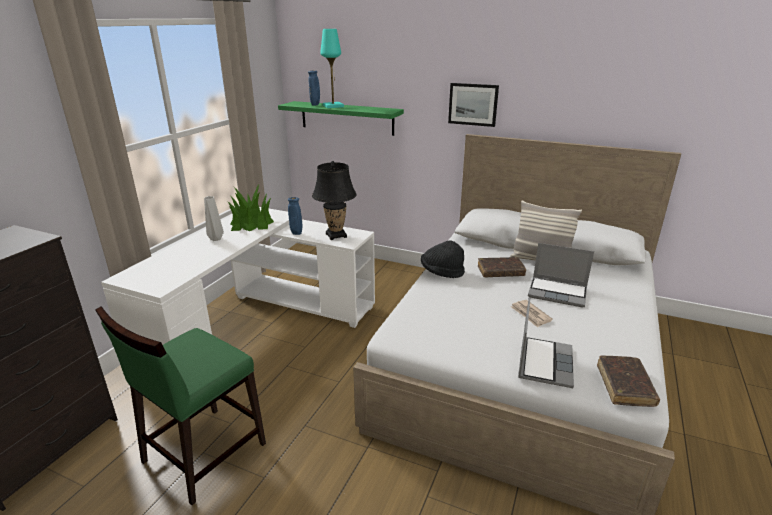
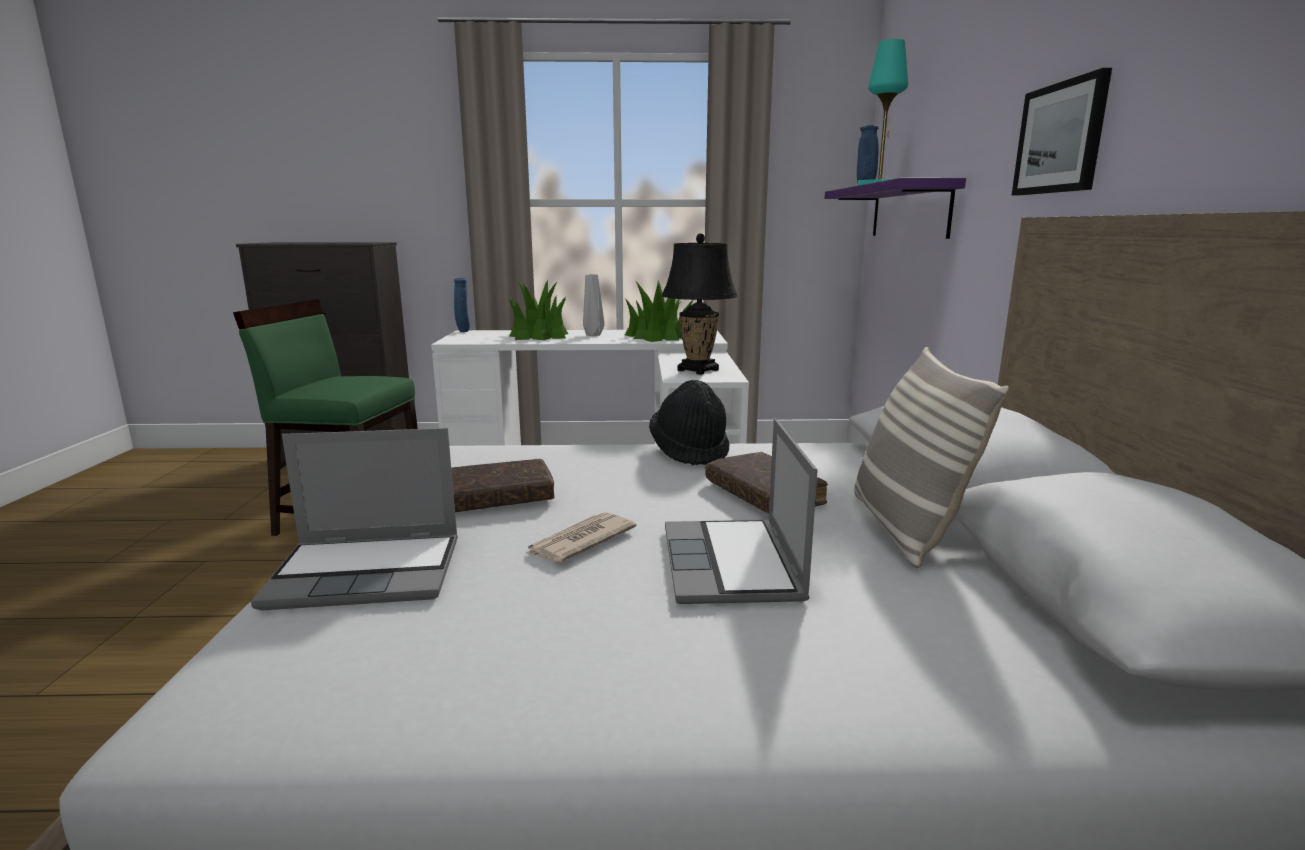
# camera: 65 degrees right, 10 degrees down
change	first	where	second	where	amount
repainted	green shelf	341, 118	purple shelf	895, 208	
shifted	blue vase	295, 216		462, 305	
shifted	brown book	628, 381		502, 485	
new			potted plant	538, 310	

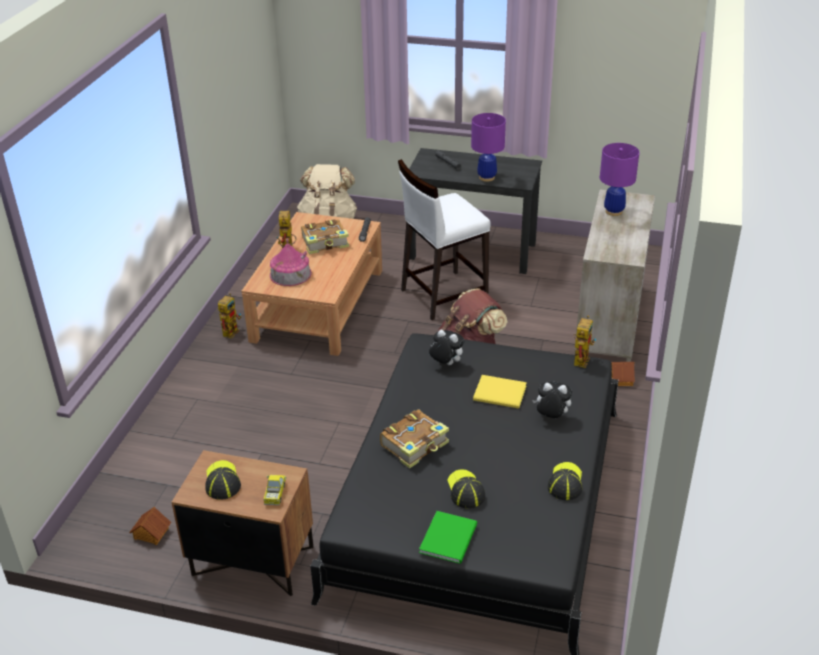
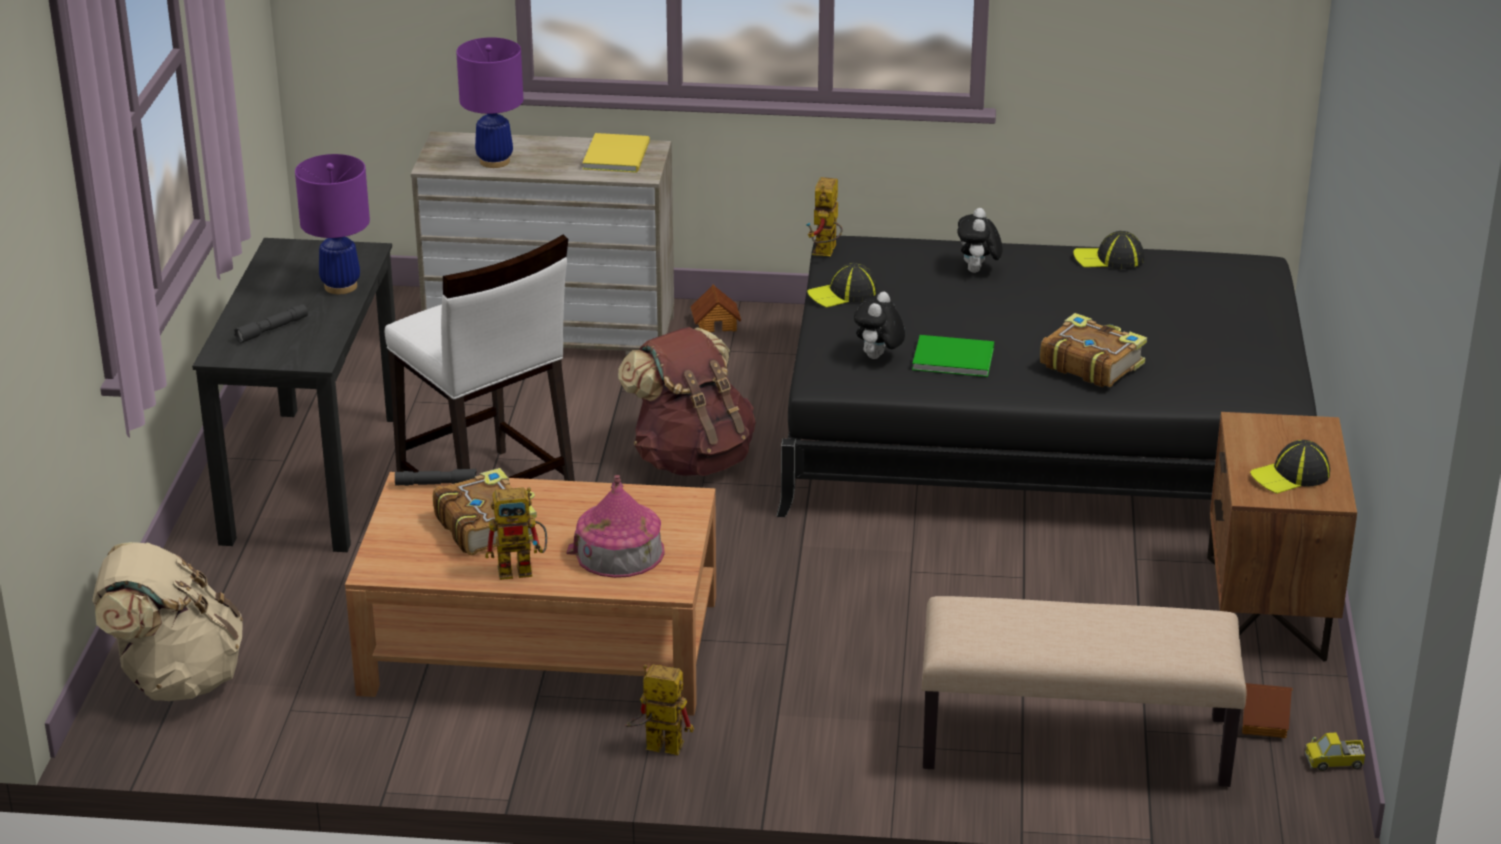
# camera: 100 degrees left, 5 degrees down
change	first	where	second	where	amount
shifted	toy truck	274, 490		1335, 752	
shifted	green book	448, 537		953, 356	
shifted	cap	466, 489		842, 285	
shifted	yellow book	500, 392		616, 153	
rotated	toy robot	584, 341		824, 216	90 degrees counterclockwise
new			beige bench	1084, 691	

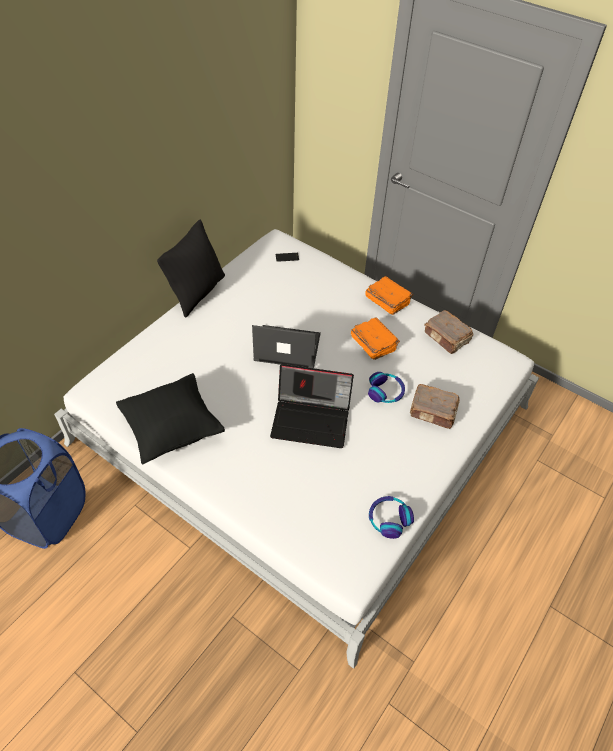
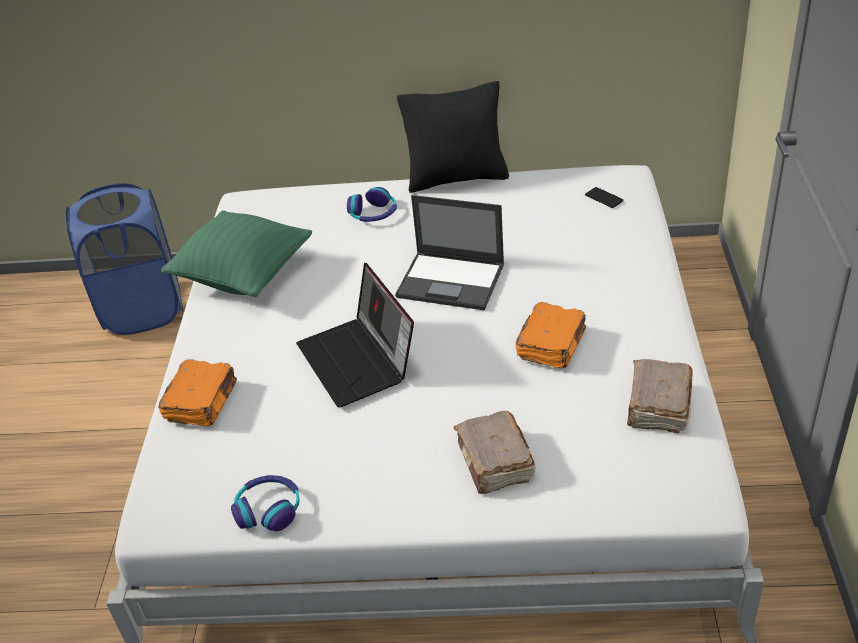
# camera: 60 degrees right, 10 degrees down
change	first	where	second	where	amount
repainted	black pillow	170, 418	green pillow	236, 253	
rotated	laptop	286, 346		449, 252	135 degrees clockwise
shifted	orange book	389, 295		197, 393	
shifted	headphones	386, 387		372, 204	

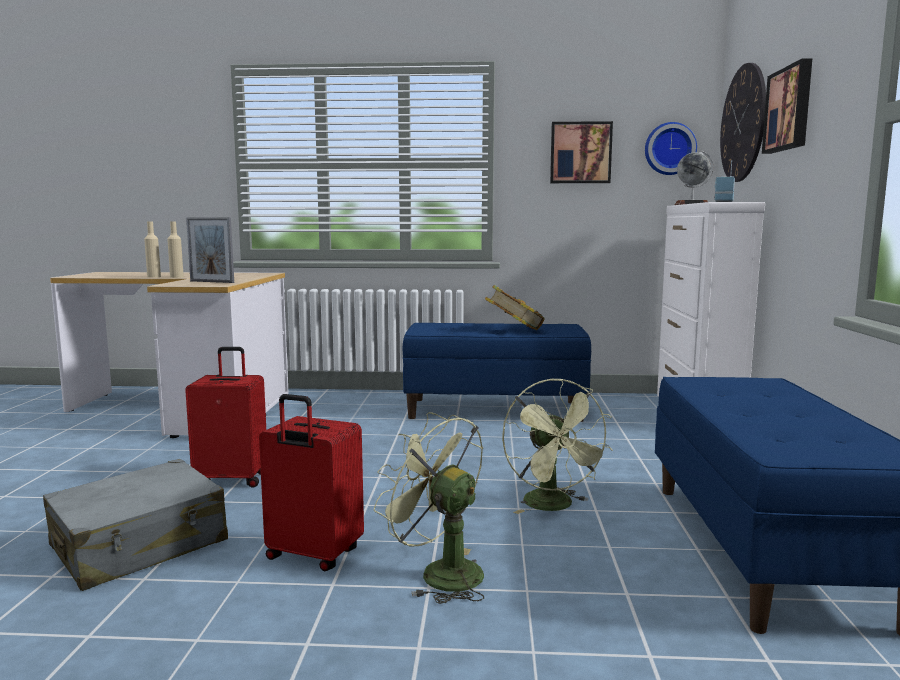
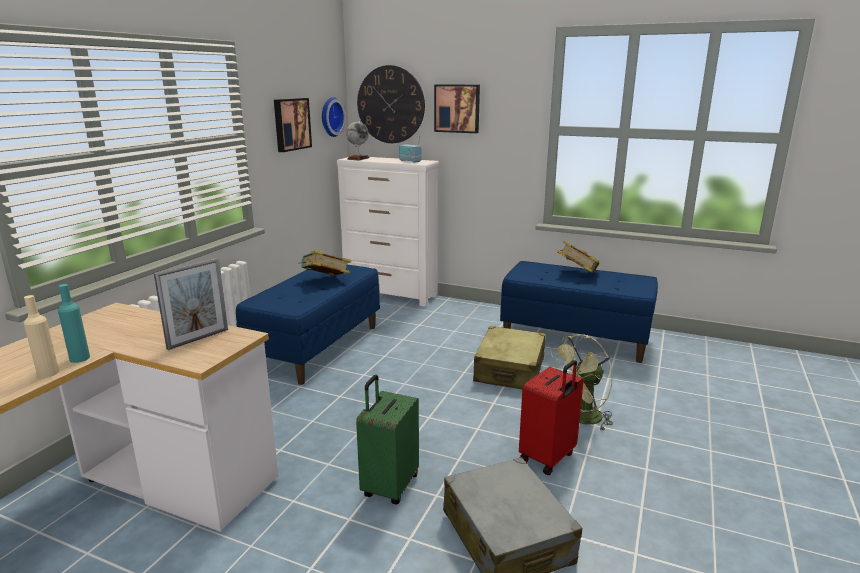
# camera: 70 degrees left, 10 degrees up
change	first	where	second	where	amount
repainted	beige bottle	175, 249	turquoise bottle	74, 323	
repainted	red suitcase	225, 417	green suitcase	387, 439	
swapped	green fan	557, 446	beige suitcase	509, 357	
new			book	578, 257	

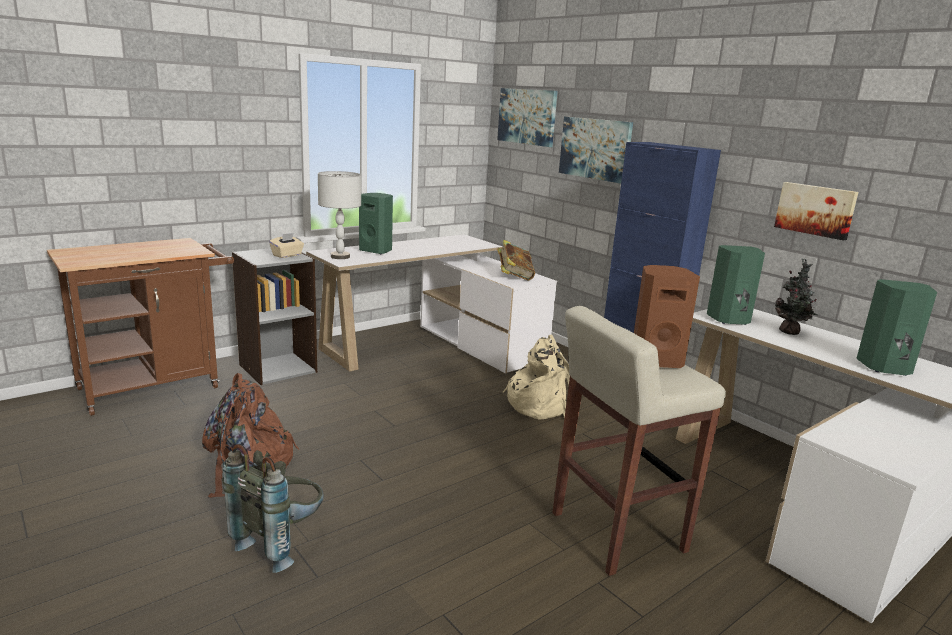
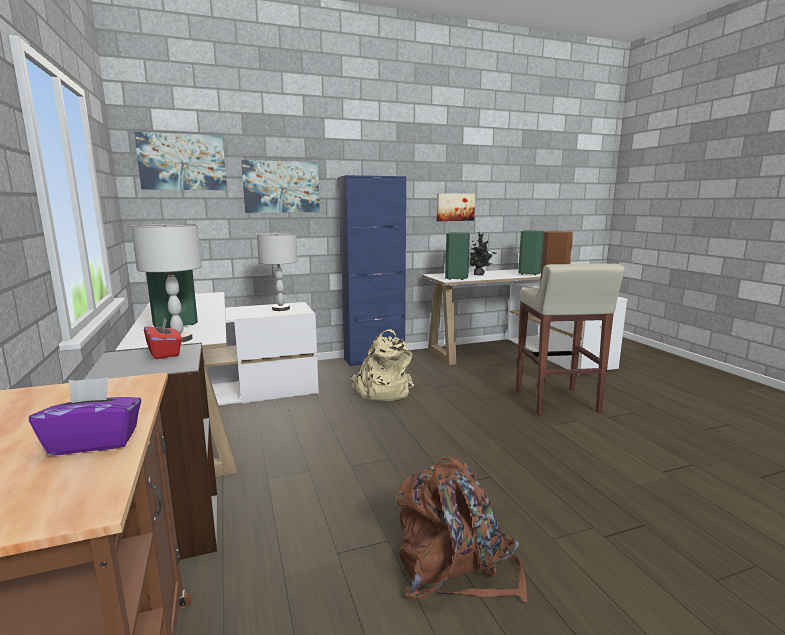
# camera: 70 degrees left, 5 degrees down
change	first	where	second	where	amount
gone	grey backpack	273, 508			
repainted	beige tissue box	286, 245	red tissue box	163, 338	
swapped	book	516, 260	grey table lamp	277, 272	
new			purple tissue box	85, 416	

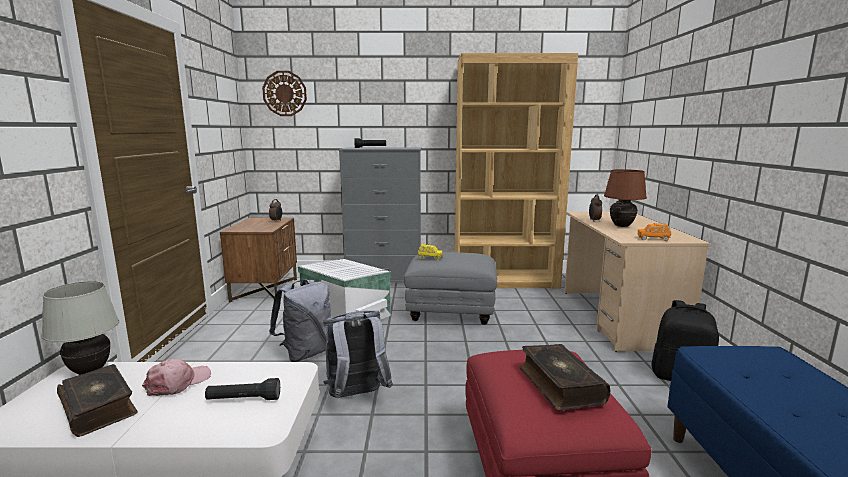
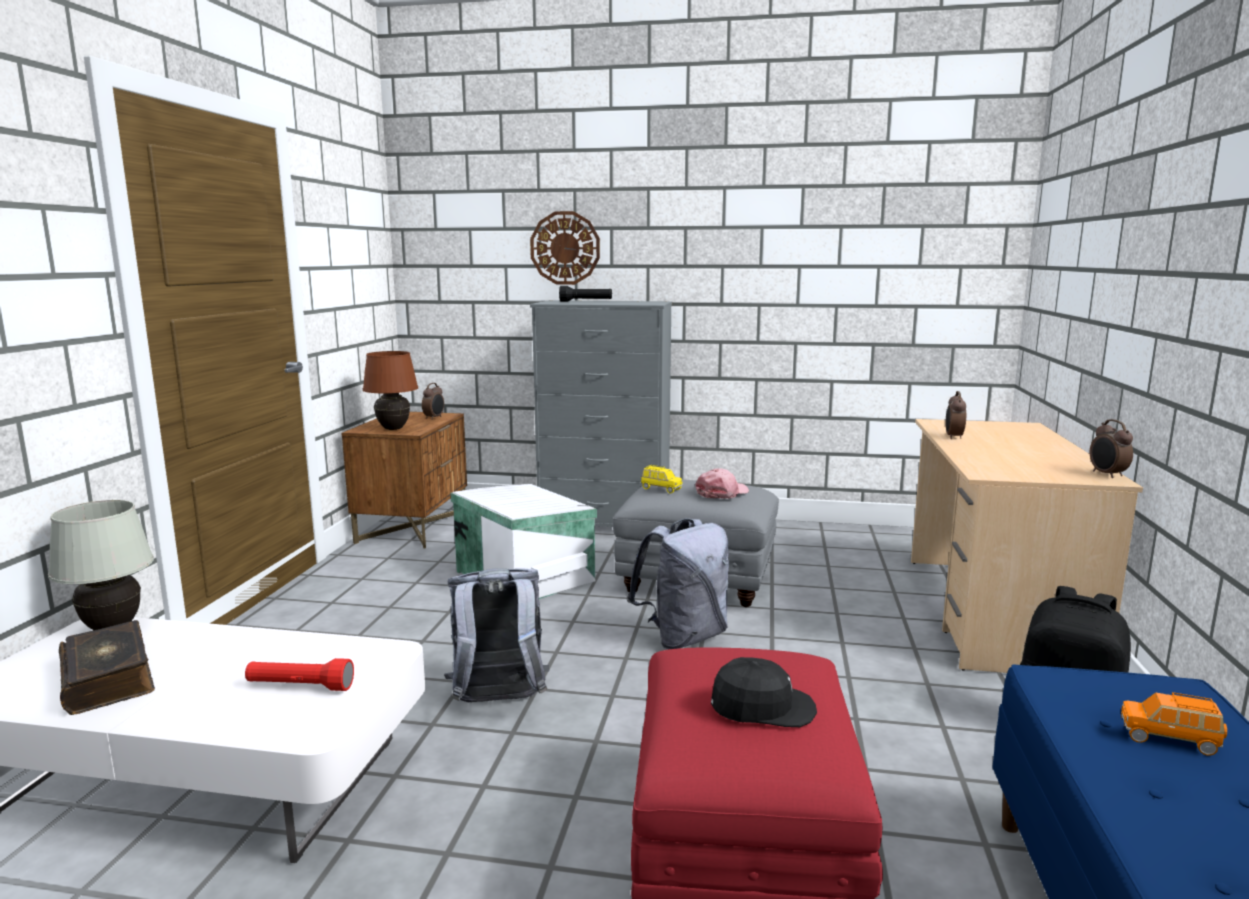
# camera: 10 degrees right, 0 degrees up
change	first	where	second	where	amount
shifted	pink cap	176, 377		722, 483	
repainted	black flashlight	242, 389	red flashlight	299, 674	
shifted	wall clock	284, 93		565, 248	
shifted	grey backpack	300, 320		678, 583	
gone	brown bookcase	516, 171			
swapped	book	565, 377	black cap	764, 692	
shifted	brown table lamp	625, 198		390, 390	
shifted	orange toy car	654, 232		1174, 724	
new			alarm clock	1111, 448	

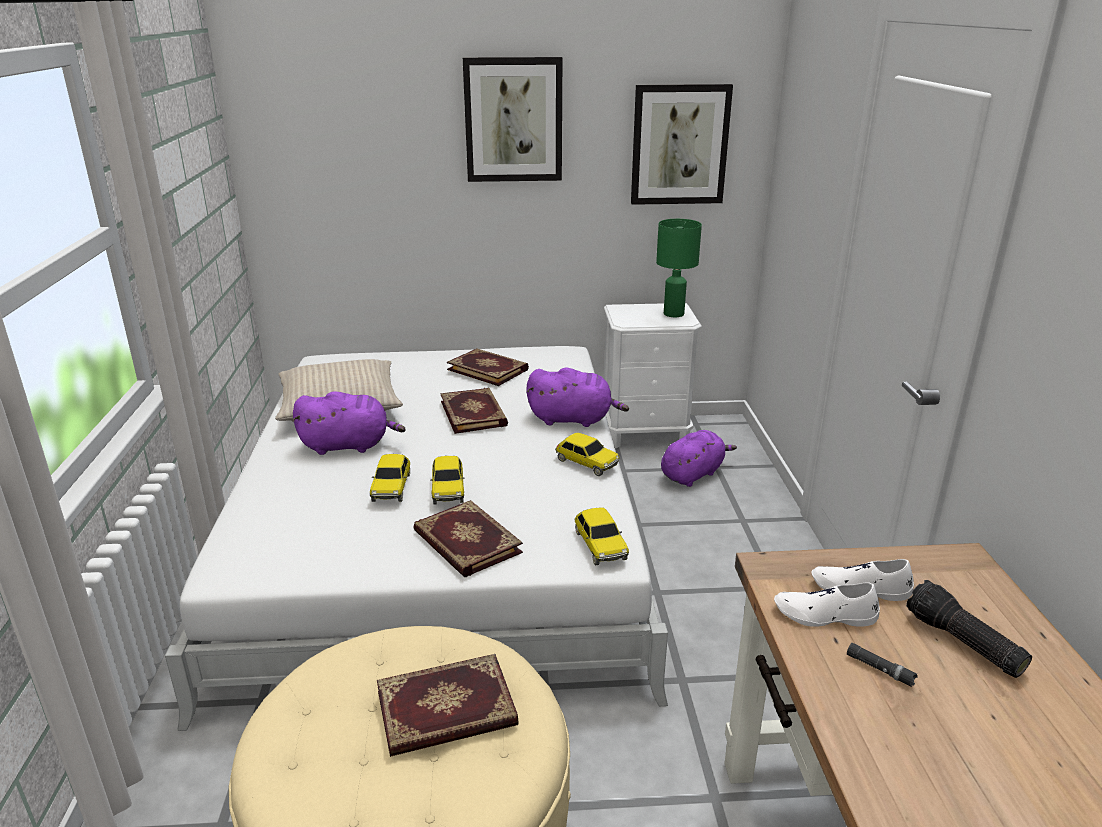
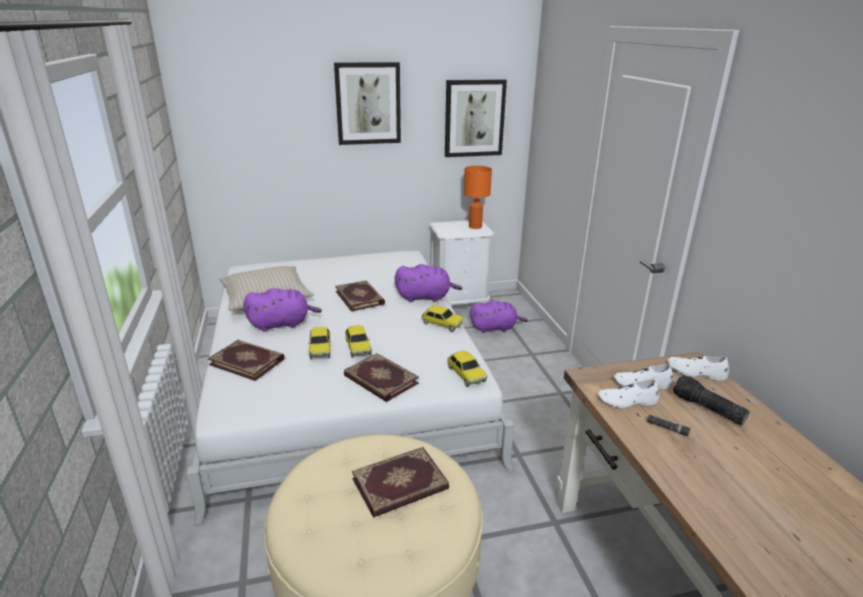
# camera: 10 degrees left, 0 degrees up
change	first	where	second	where	amount
shifted	book	488, 367		246, 360	
repainted	green table lamp	679, 268	orange table lamp	478, 197	
rotated	purple plush toy	699, 458		499, 316	45 degrees clockwise
new			white shoe	698, 368	

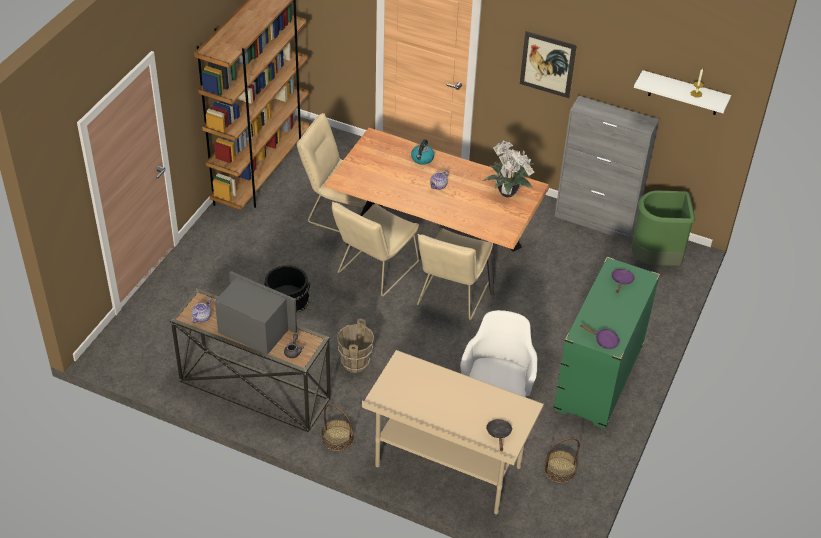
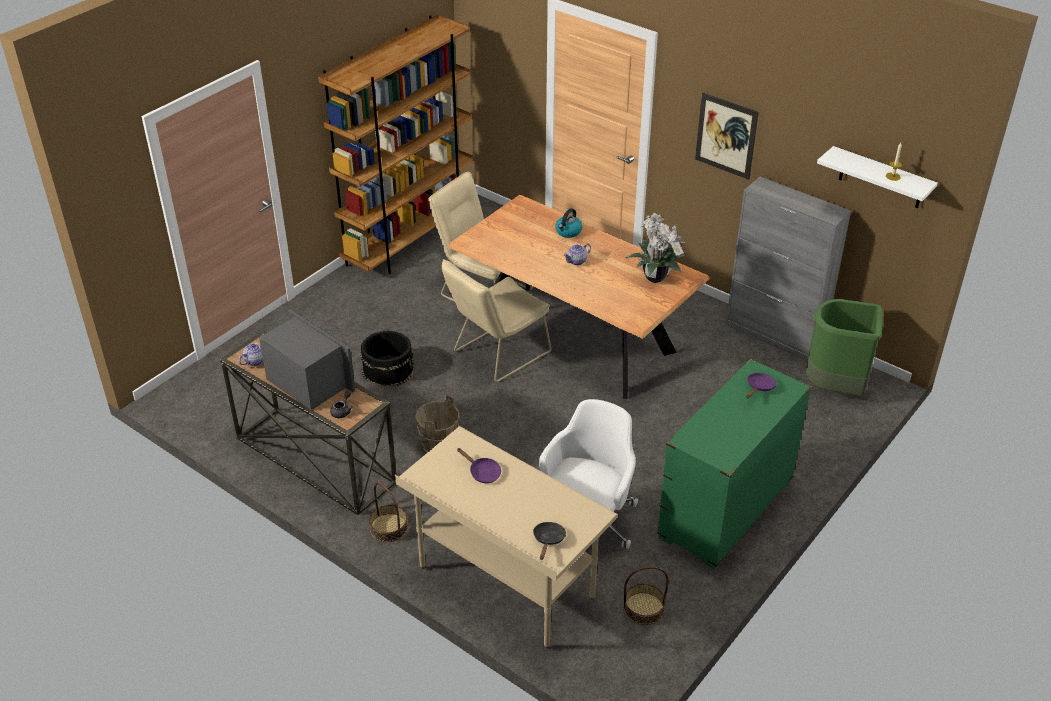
# camera: 15 degrees right, 5 degrees down
change	first	where	second	where	amount
gone	beige chair	455, 274			
shifted	purple frying pan	600, 336		479, 465	

